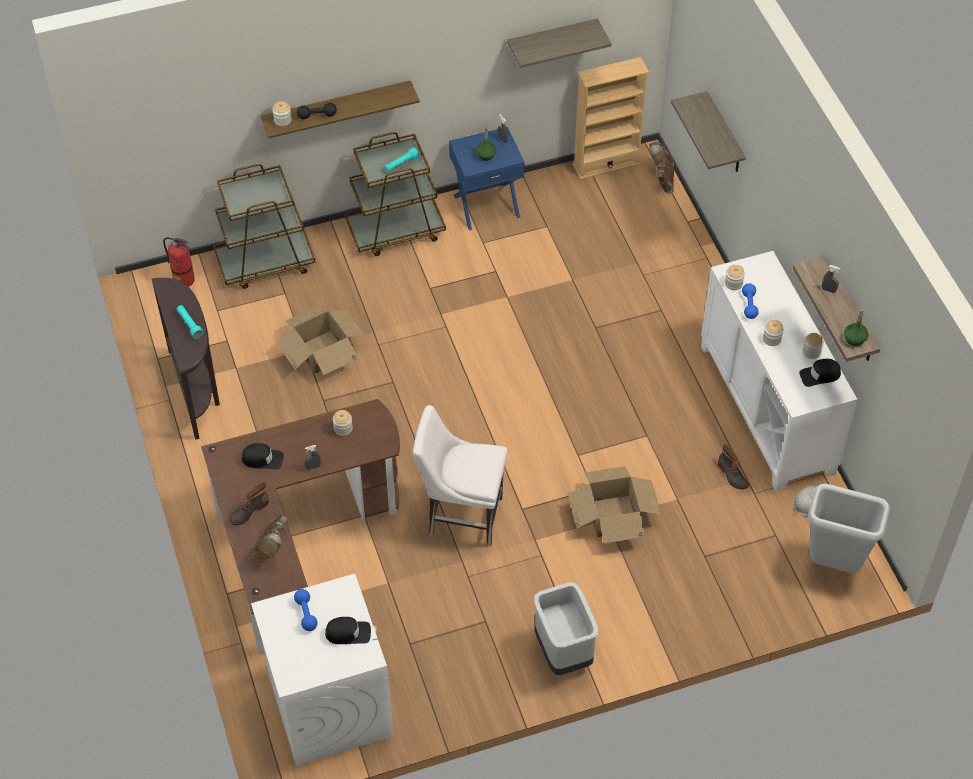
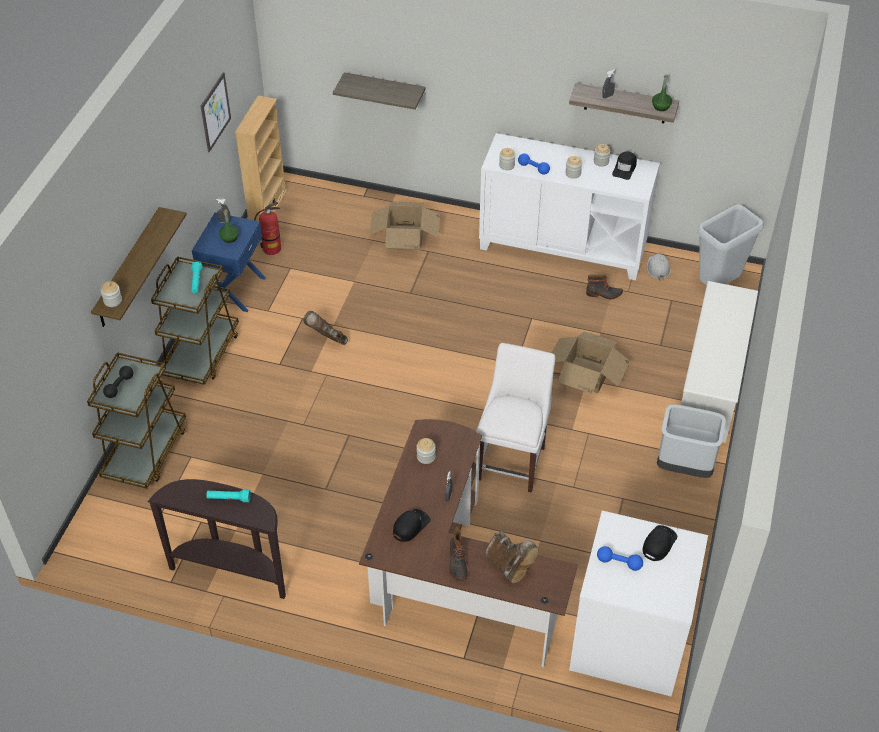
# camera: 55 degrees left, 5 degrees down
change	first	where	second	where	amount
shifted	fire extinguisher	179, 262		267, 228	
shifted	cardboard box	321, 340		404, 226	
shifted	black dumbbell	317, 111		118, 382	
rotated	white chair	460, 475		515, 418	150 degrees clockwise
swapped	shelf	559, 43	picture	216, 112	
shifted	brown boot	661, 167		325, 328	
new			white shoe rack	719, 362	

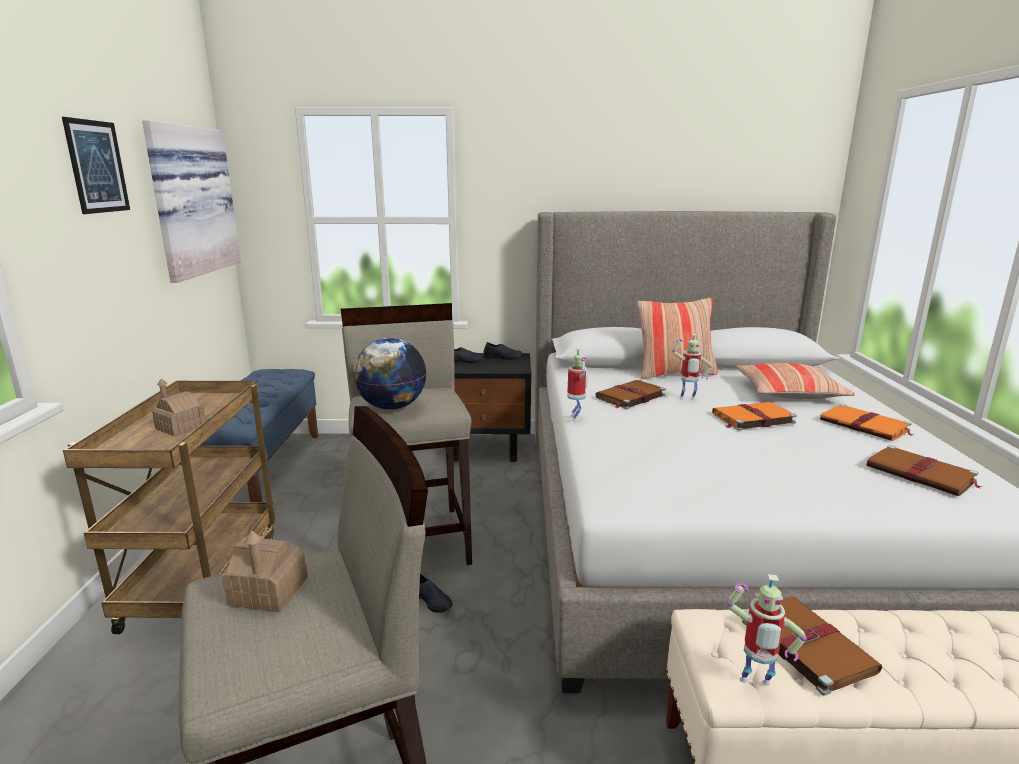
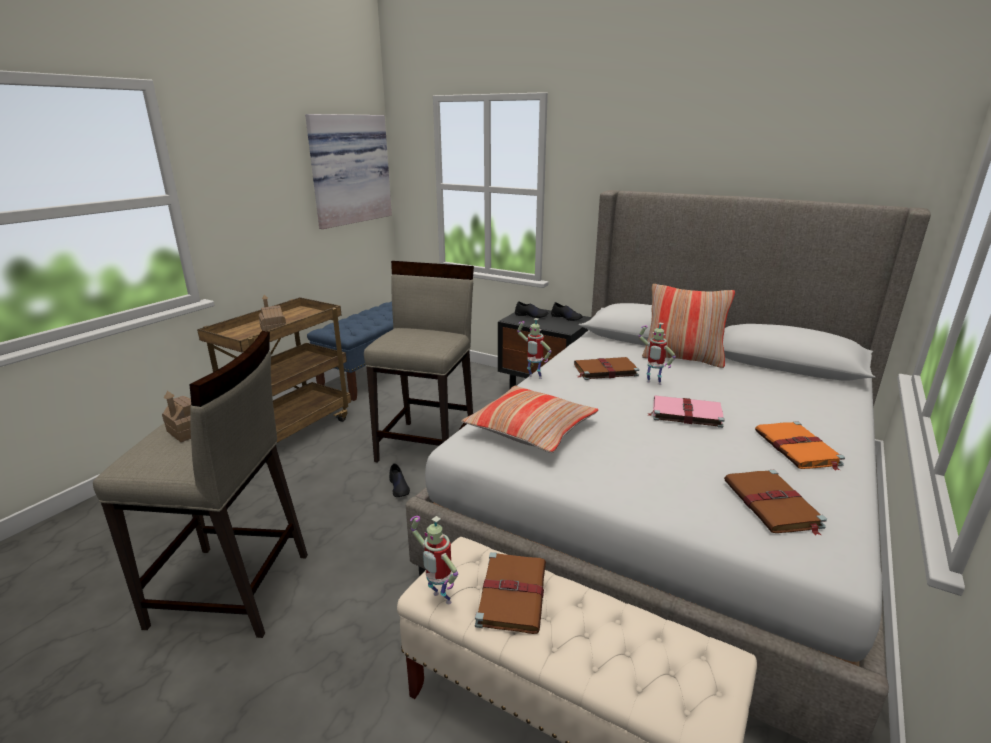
# camera: 30 degrees right, 5 degrees up
change	first	where	second	where	amount
gone	picture	96, 165			
gone	globe	389, 374			
rotated	toy robot	577, 384		534, 348	90 degrees clockwise
repainted	orange book	754, 416	pink book	686, 411	
shifted	pillow	795, 381		529, 419	

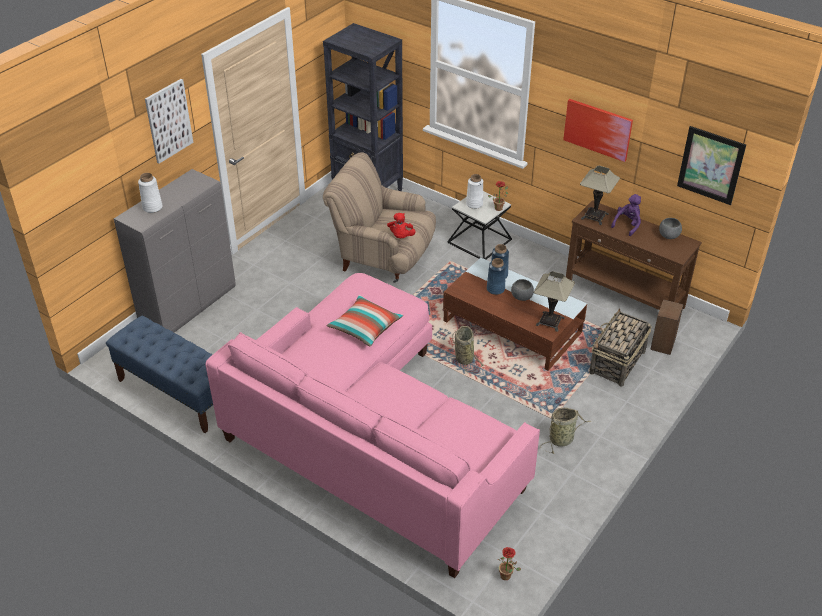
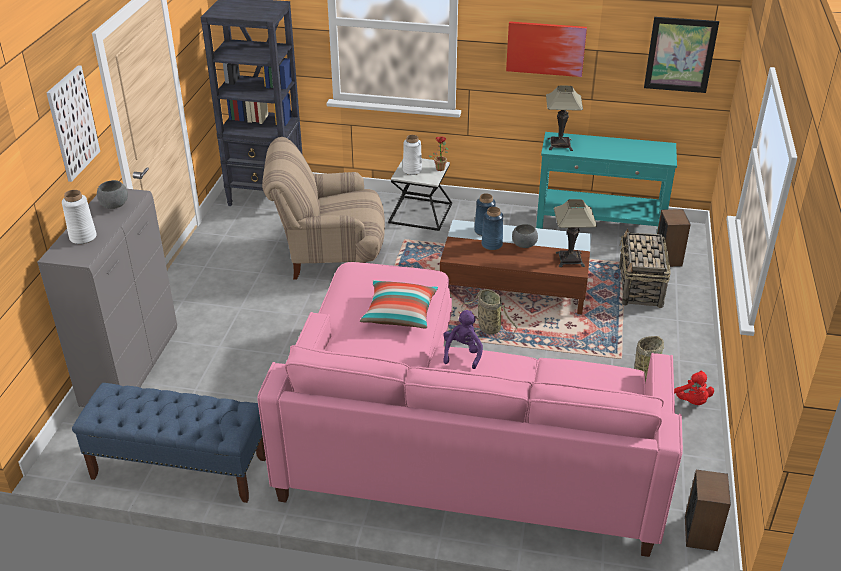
# camera: 25 degrees left, 5 degrees down
change	first	where	second	where	amount
shifted	red plush toy	401, 225		694, 388	
swapped	potted plant	509, 563	speaker	708, 510	
repainted	brown console table	634, 255	turquoise console table	606, 181	
shifted	purple plush toy	626, 215		463, 339	
shifted	grey bowl	670, 228		112, 194	

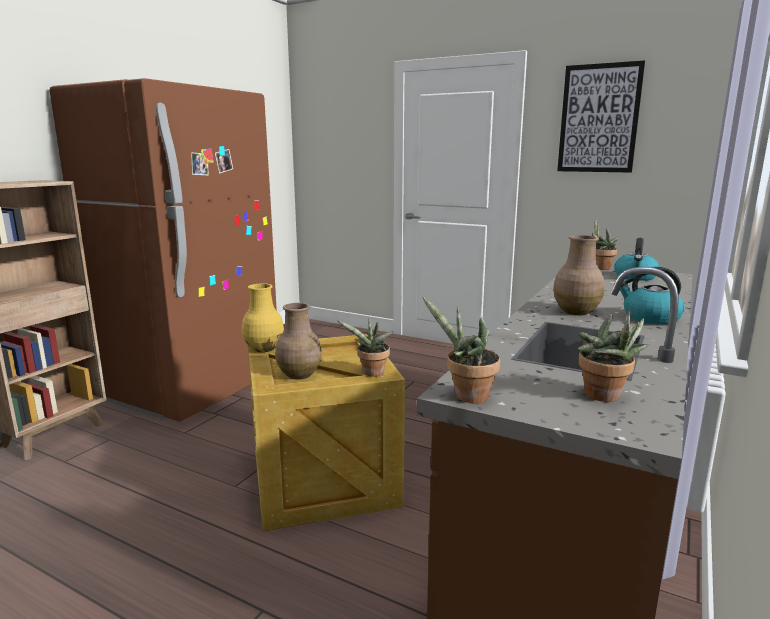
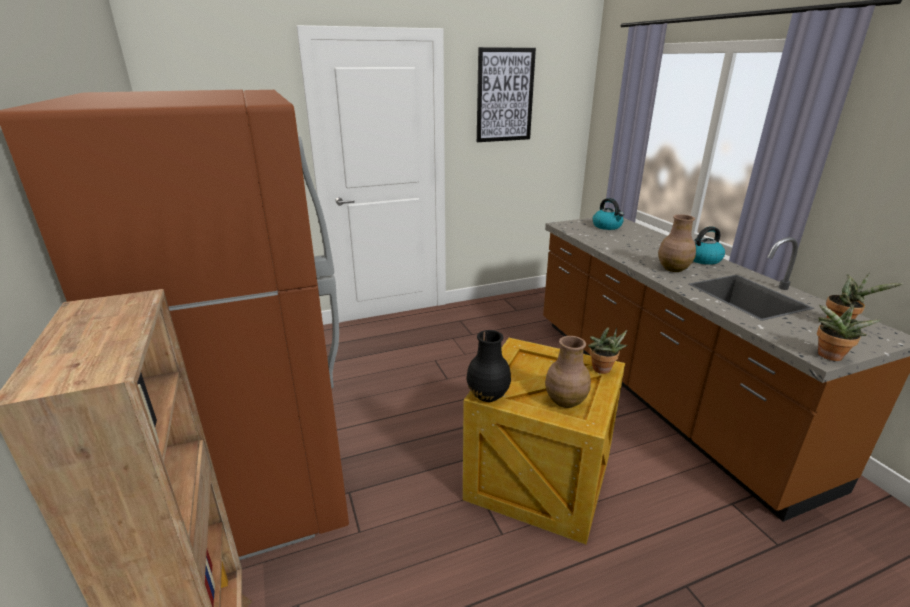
# camera: 50 degrees left, 10 degrees up
change	first	where	second	where	amount
repainted	yellow vase	263, 317	black vase	489, 366	
gone	potted plant	605, 245			

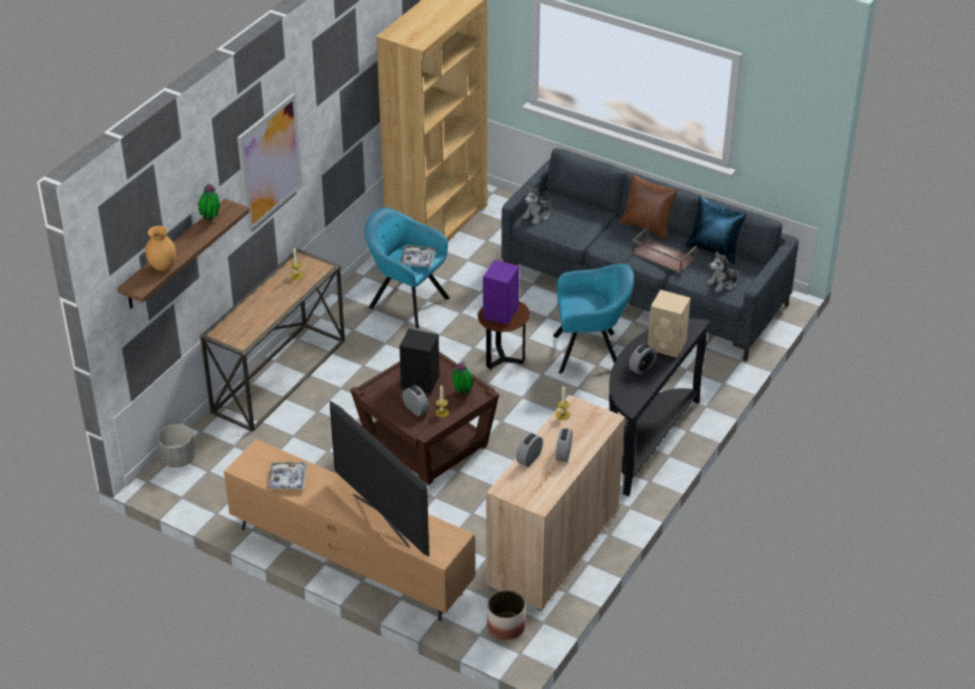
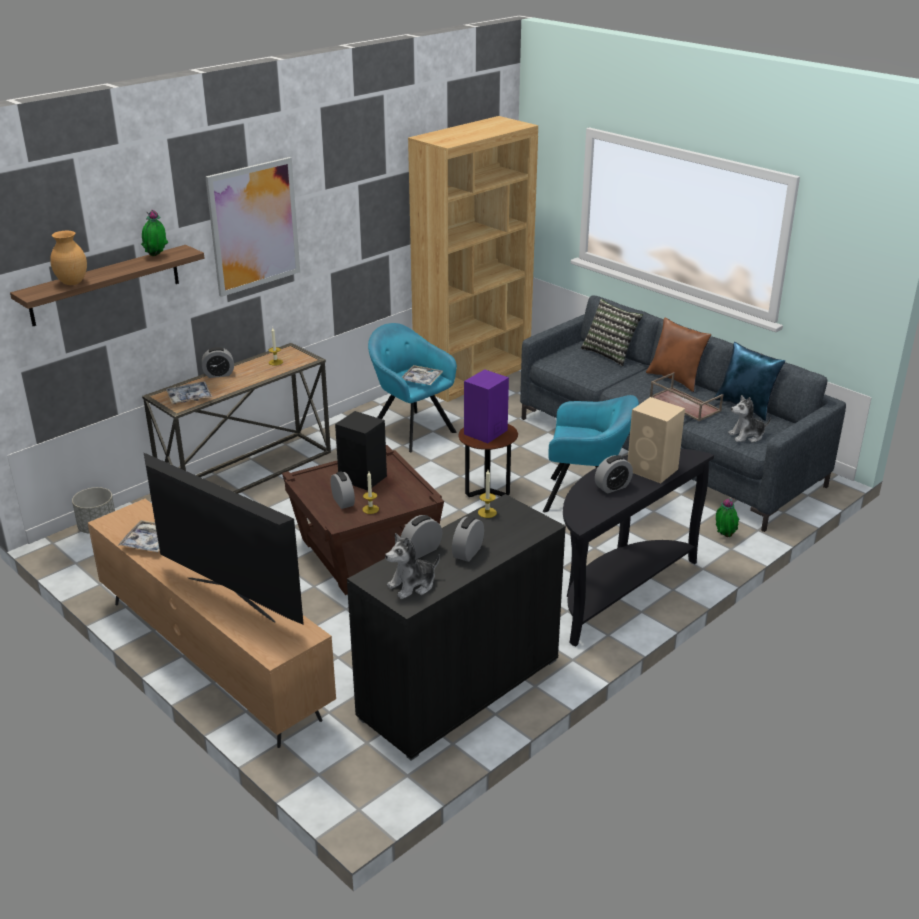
# camera: 15 degrees right, 10 degrees down
change	first	where	second	where	amount
rotated	television	379, 478		223, 538	150 degrees clockwise
shifted	potted plant	462, 378		727, 517	
repainted	beige cabinet	555, 503	black cabinet	456, 627	
gone	planter	506, 615			
shifted	plush toy	536, 205		412, 566	
new			tray	189, 393	
new			alarm clock	218, 362	
new			pillow	612, 333	

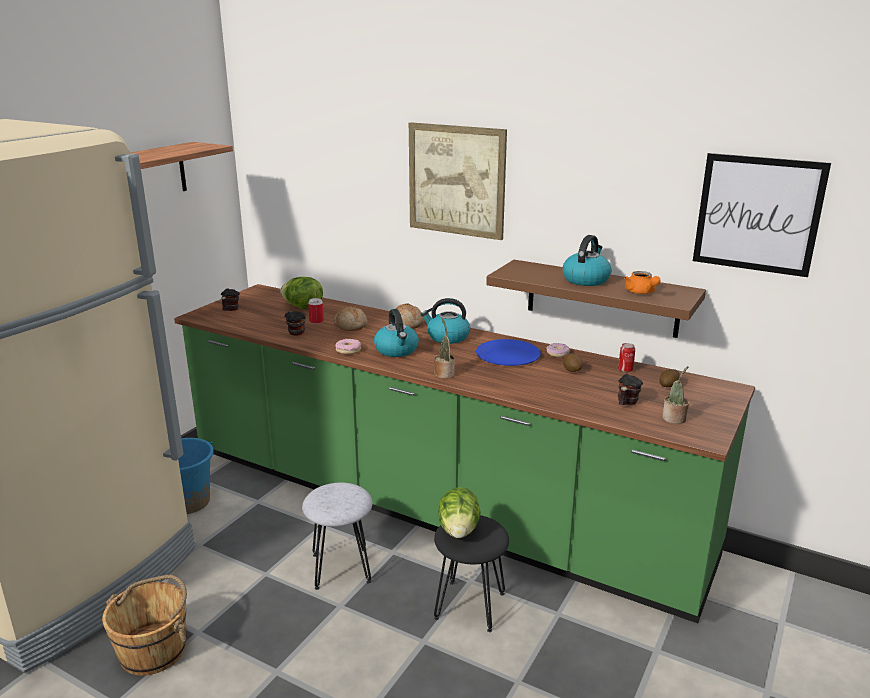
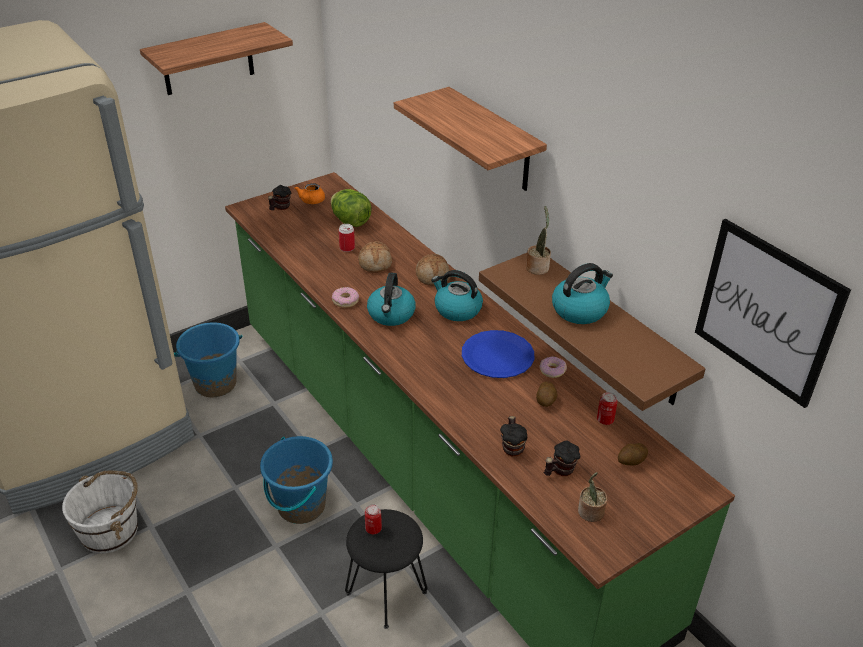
# camera: 25 degrees right, 15 degrees up
change	first	where	second	where	amount
repainted	brown bucket	145, 625	white bucket	100, 512	
shifted	mug	294, 323		513, 436	
swapped	grey stool	337, 536	blue bucket	296, 480	
swapped	picture	458, 181	shelf	470, 139	
shifted	potted plant	444, 348		538, 240	
swapped	lettuce	459, 512	can	373, 519	
shifted	orange teapot	642, 282		309, 193	

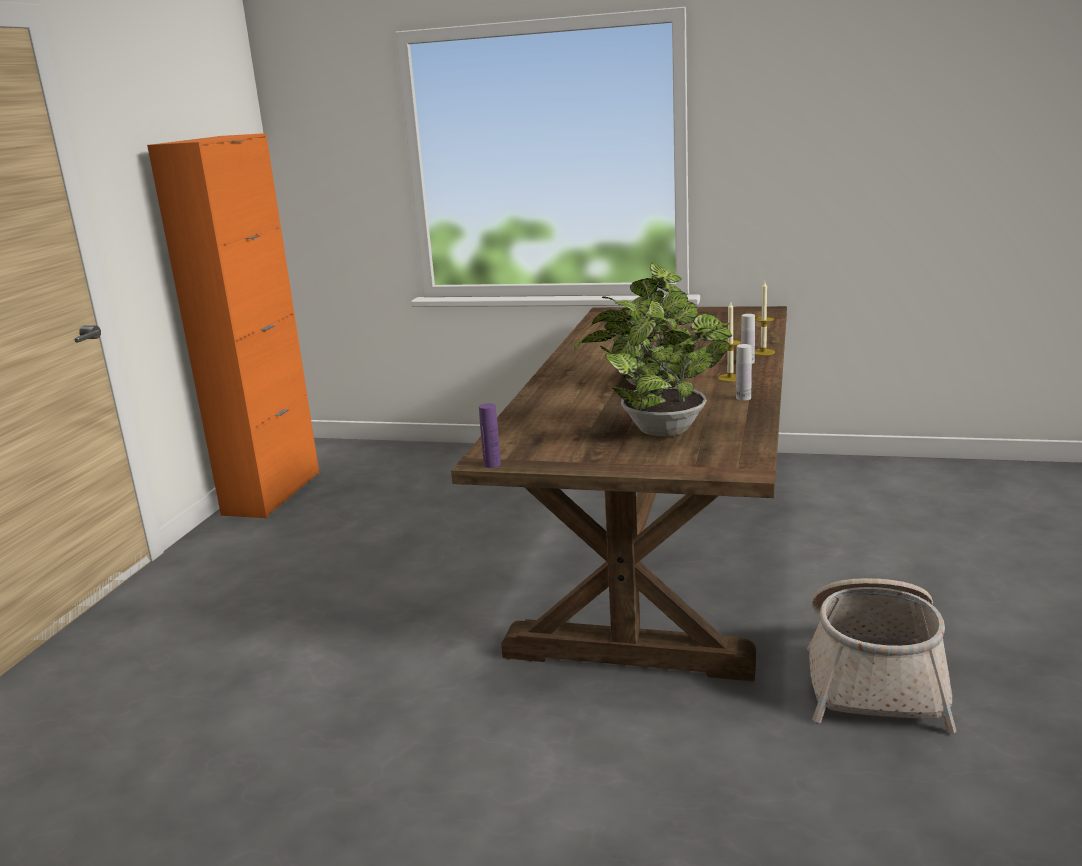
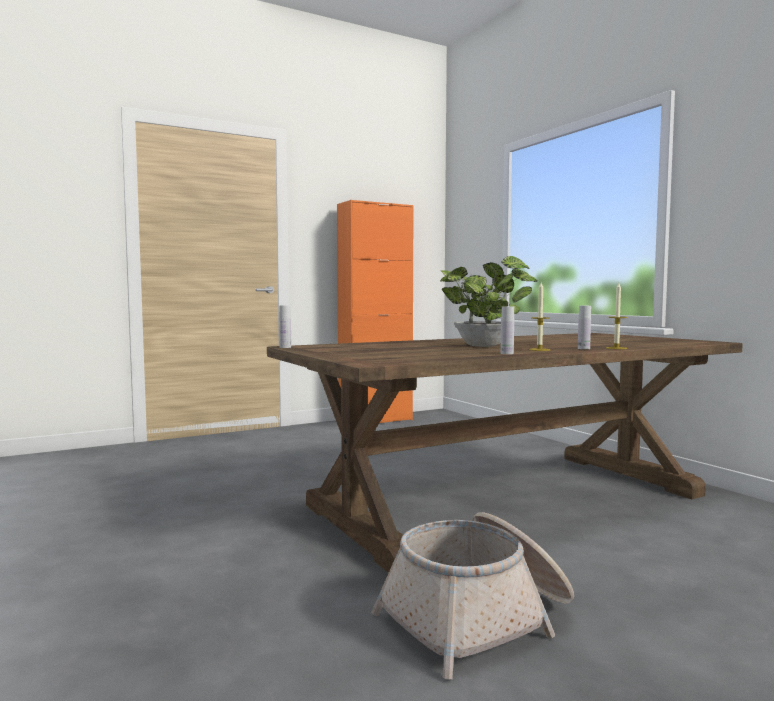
# camera: 45 degrees right, 15 degrees down
change	first	where	second	where	amount
repainted	purple bottle	490, 435	white bottle	285, 326	
gone	potted plant	653, 373			

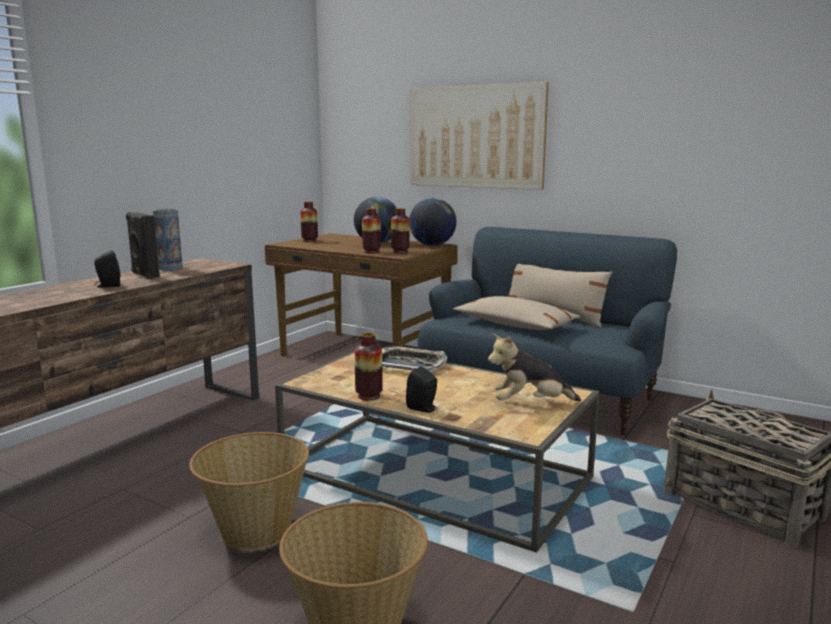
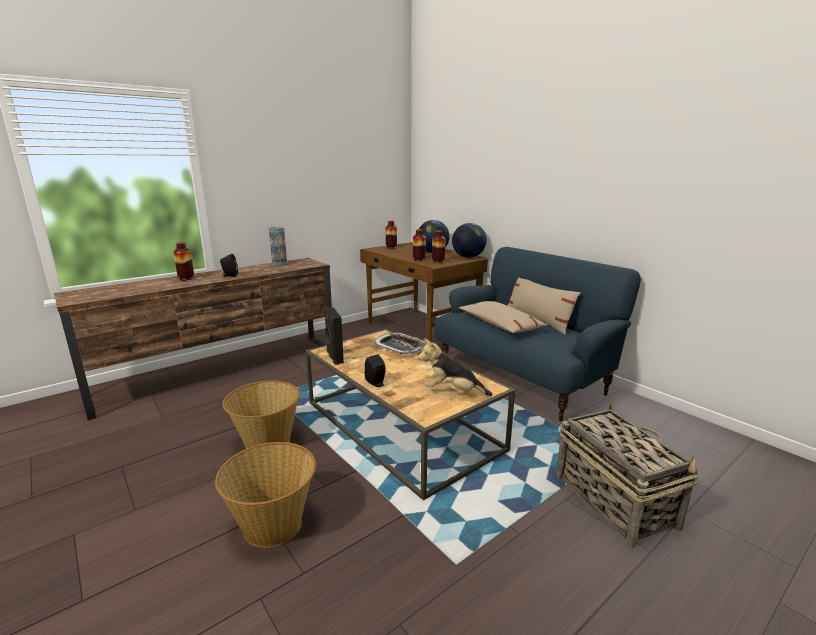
# camera: 20 degrees right, 5 degrees up
change	first	where	second	where	amount
shifted	black speaker	143, 245		334, 336	
shifted	vase	368, 366		183, 261	
gone	picture	480, 136			

